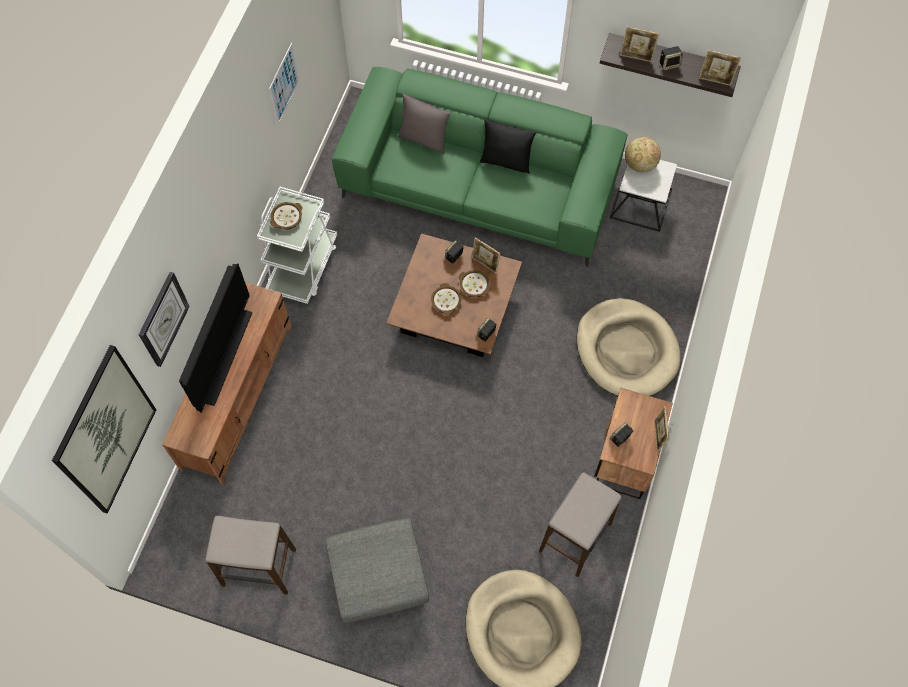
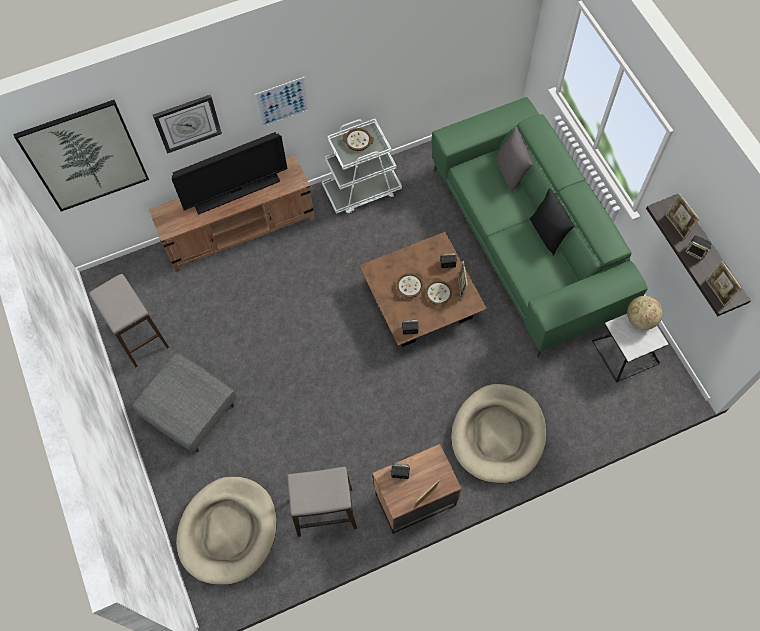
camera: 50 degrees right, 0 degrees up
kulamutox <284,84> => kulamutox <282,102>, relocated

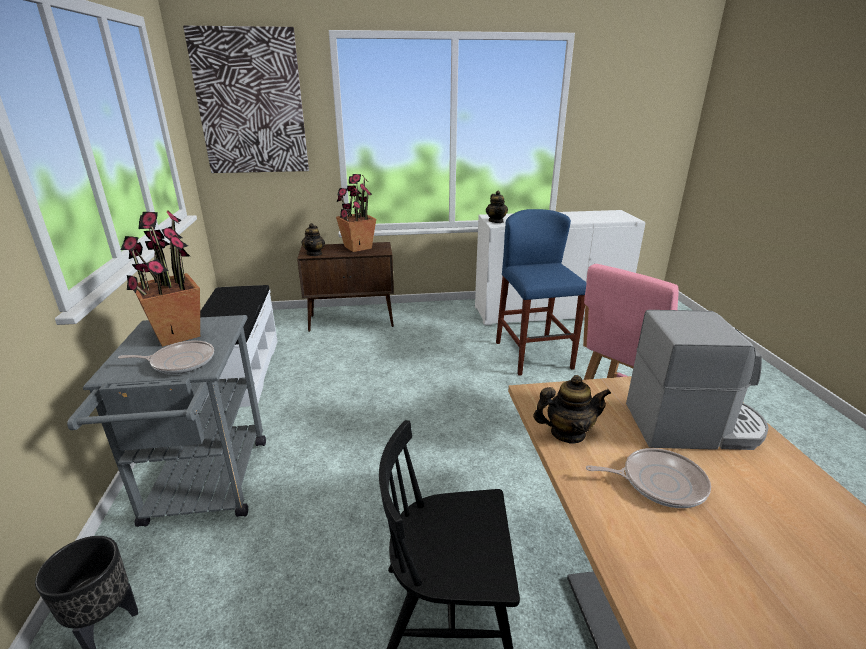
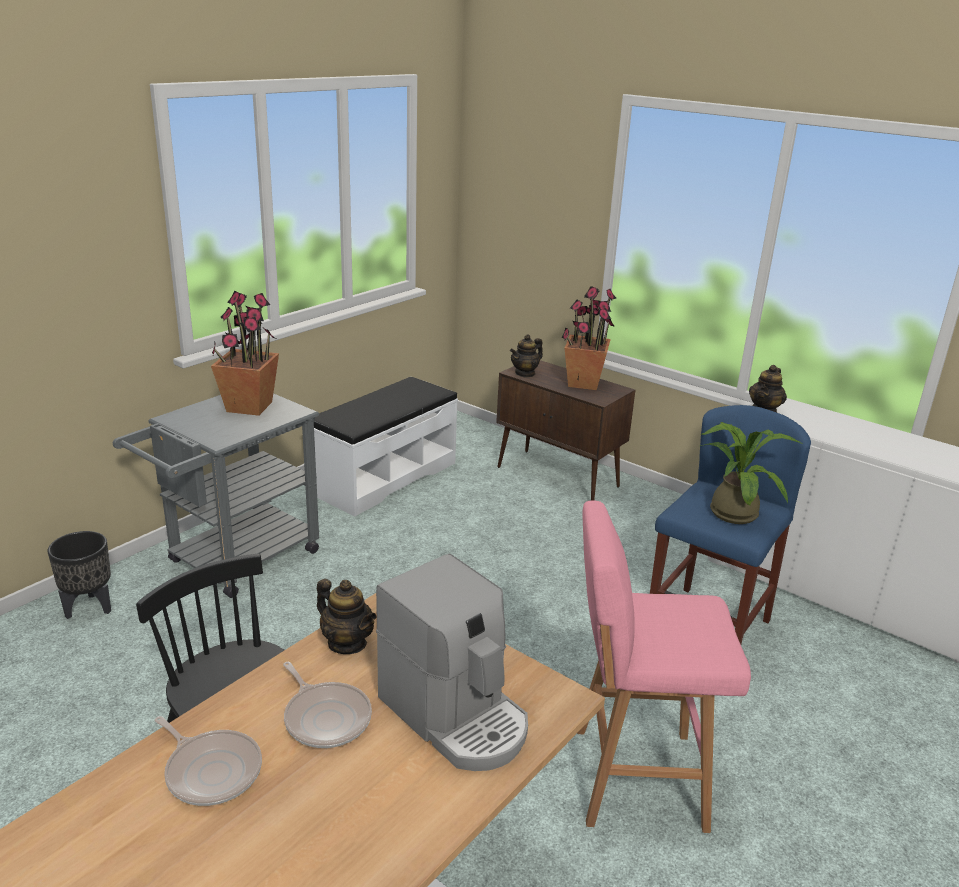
camera: 45 degrees right, 0 degrees up
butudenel <180,362> => butudenel <211,770>, relocated
nothing => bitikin <733,510>
kulamutox <251,103> => nothing

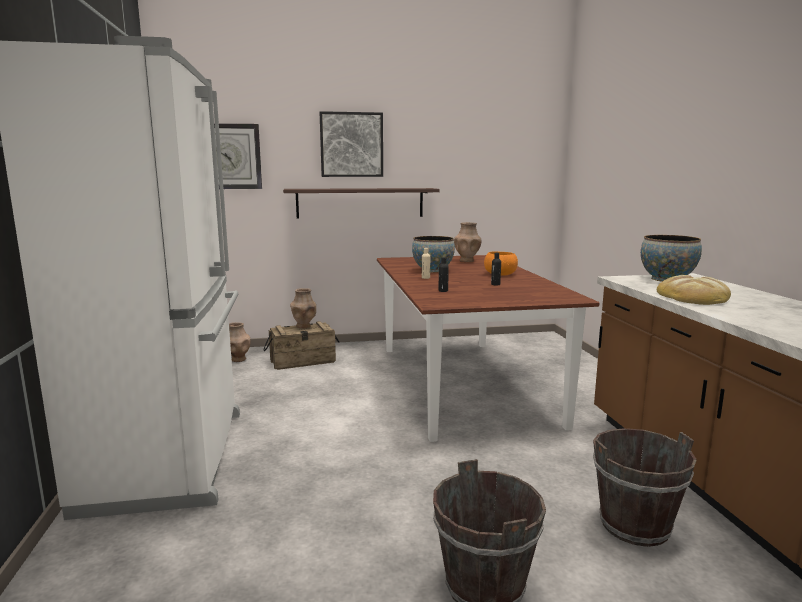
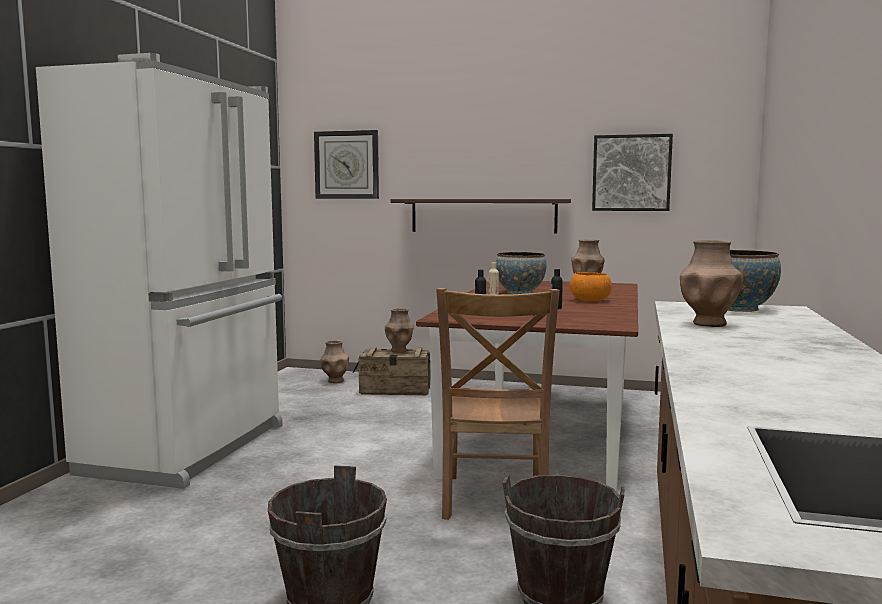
camera: 25 degrees right, 5 degrees down
nothing => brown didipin <493,500>
kulamutox <351,145> => kulamutox <631,173>, relocated
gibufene <693,297> => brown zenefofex <708,324>

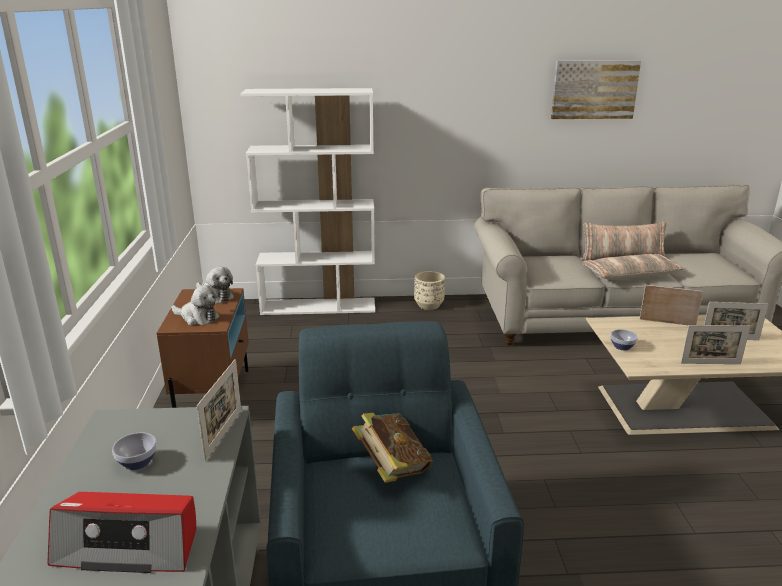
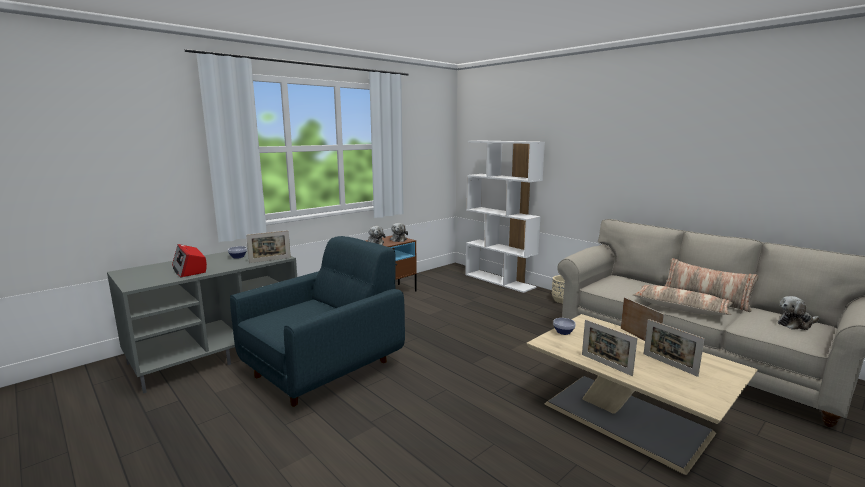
camera: 50 degrees right, 10 degrees down
nothing => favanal <796,324>
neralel <392,468> => nothing
kulamutox <594,89> => nothing

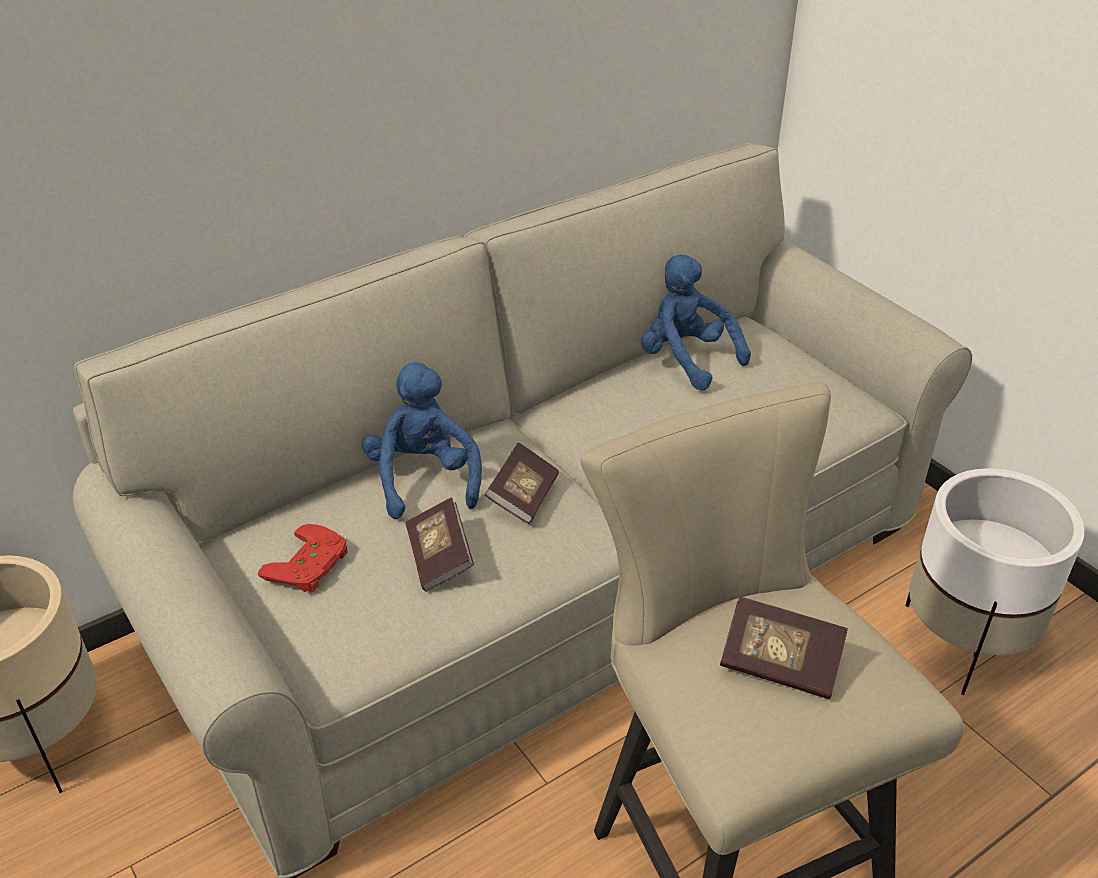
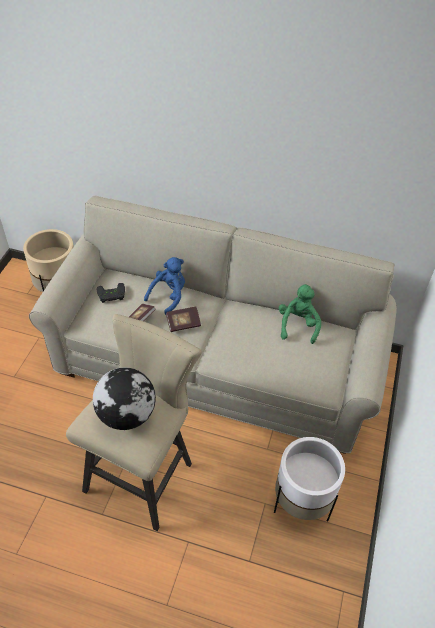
camera: 50 degrees right, 10 degrees up
neralel <779,664> => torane <127,414>
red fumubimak <311,566> => black fumubimak <111,295>
blue favanal <685,359> => green favanal <298,325>

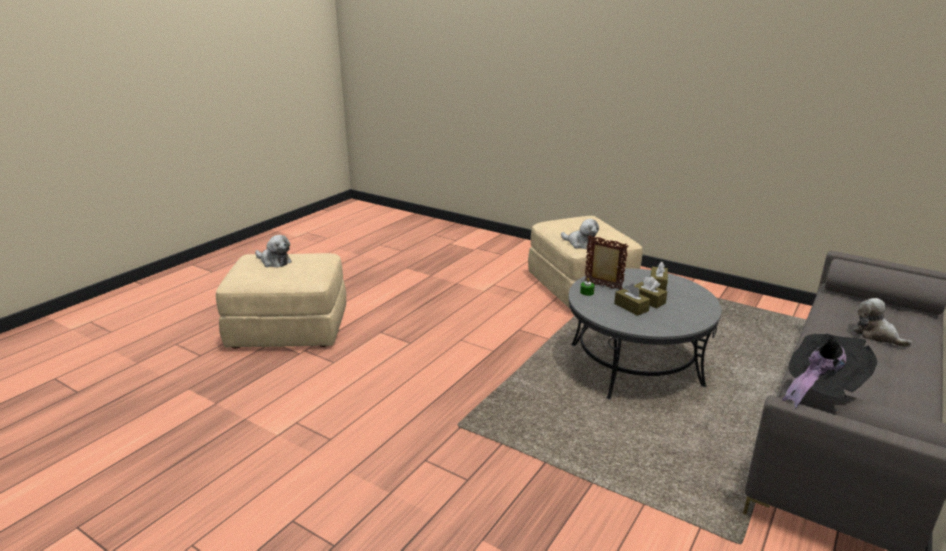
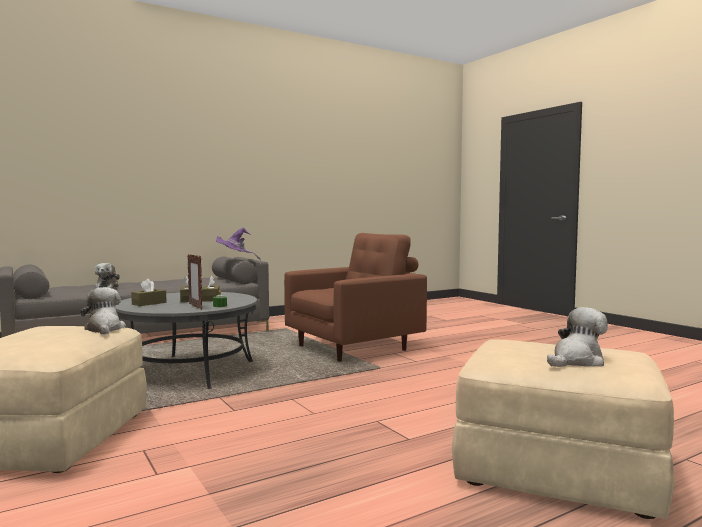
camera: 155 degrees left, 20 degrees down
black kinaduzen <820,388> => purple kinaduzen <236,261>
nothing => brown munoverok <355,348>
favanal <274,261> => favanal <576,361>, 90 degrees clockwise

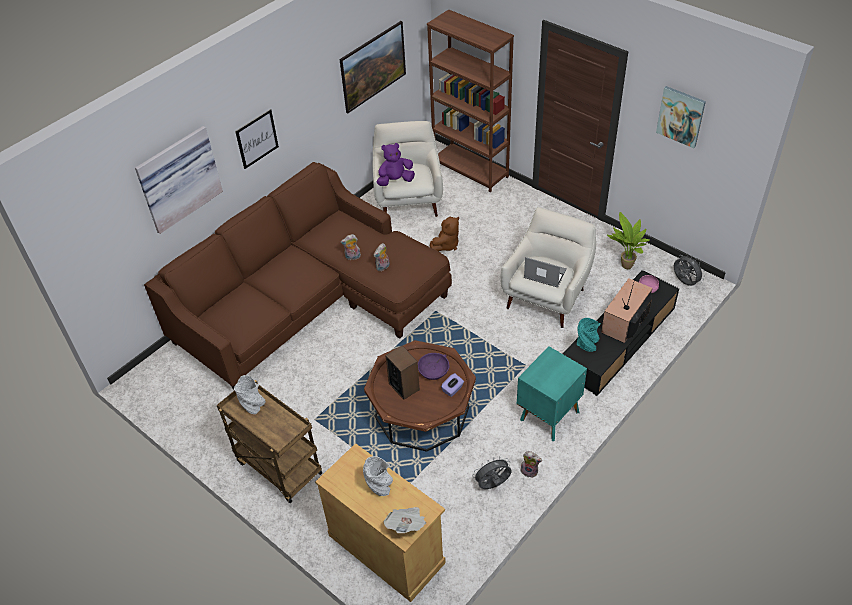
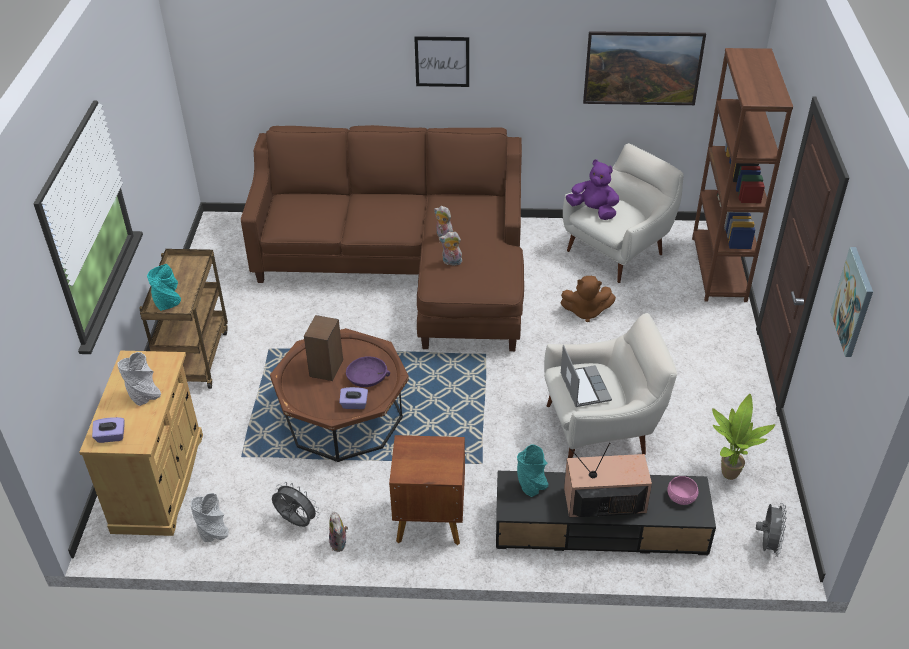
camera: 50 degrees right, 5 degrees down
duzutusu <406,525> => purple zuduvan <111,437>
nothing => turquoise zenefofex <168,303>
grey zenefofex <253,405> => grey zenefofex <213,531>, relocated
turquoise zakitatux <548,416> => brown zakitatux <428,520>
kulamutox <178,178> => nothing

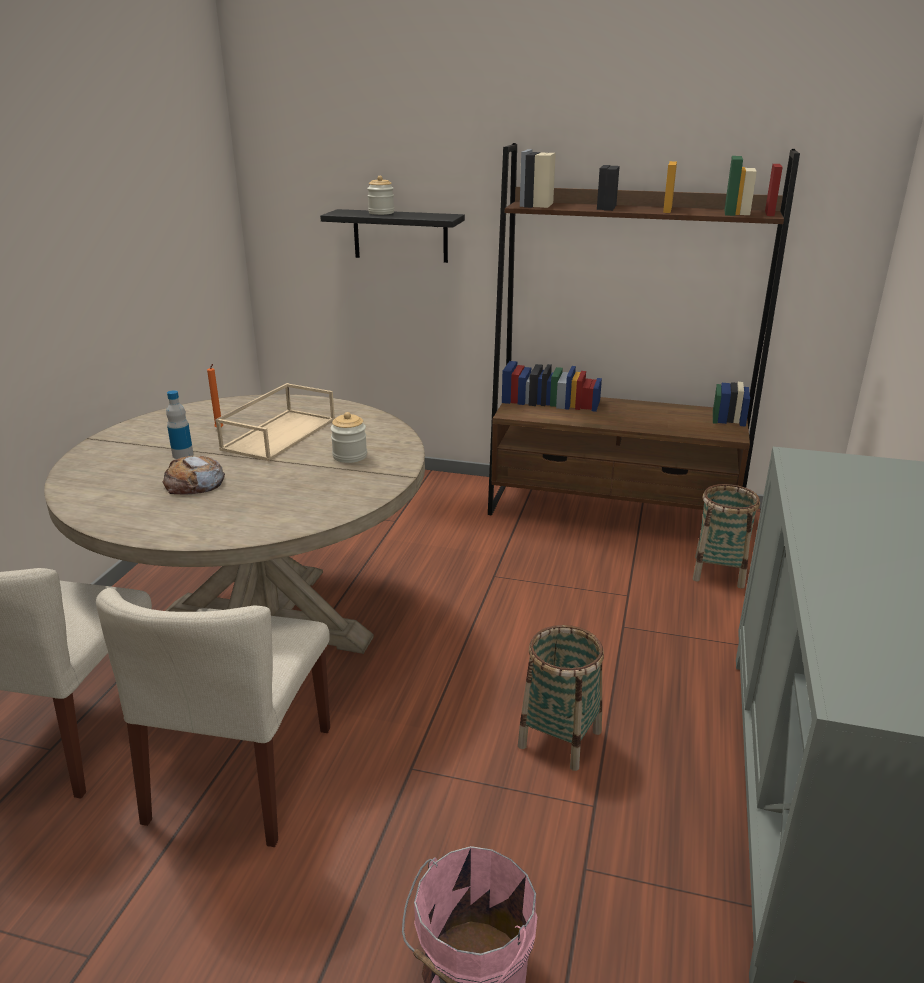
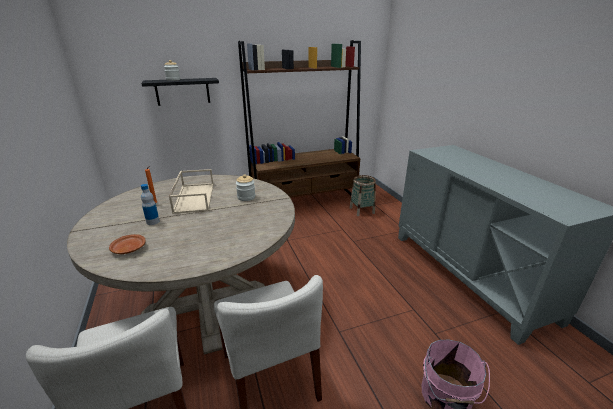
camera: 35 degrees left, 0 degrees up
nothing => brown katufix <128,249>
gibufene <195,483> => nothing
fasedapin <560,738> => nothing

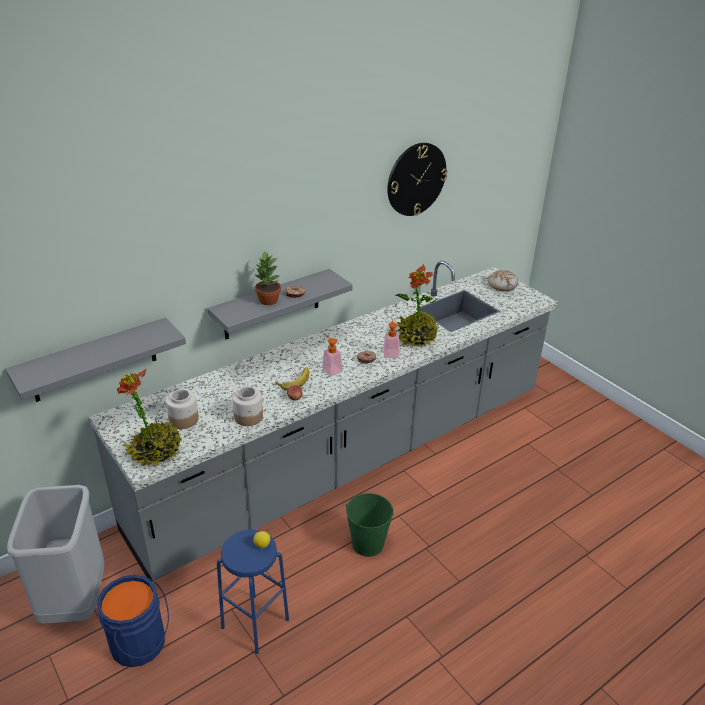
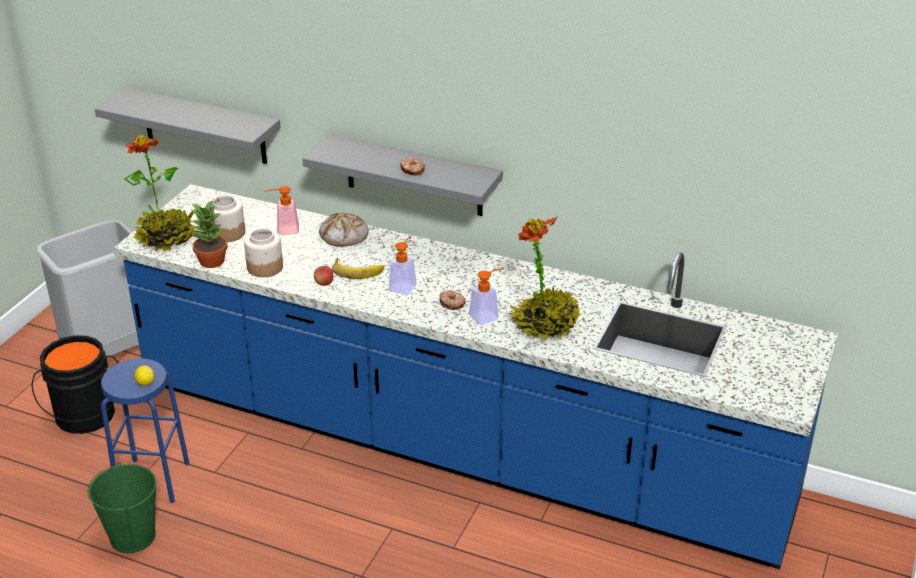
camera: 60 degrees right, 0 degrees up
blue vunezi <141,644> => black vunezi <85,417>
green vunezi <367,543> => green vunezi <133,536>, relocated
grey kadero <349,459> => blue kadero <458,446>
bitikin <268,300> => bitikin <211,261>, relocated
nothing => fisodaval <283,230>
gibufene <502,285> => gibufene <344,236>, relocated
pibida <416,179> => nothing

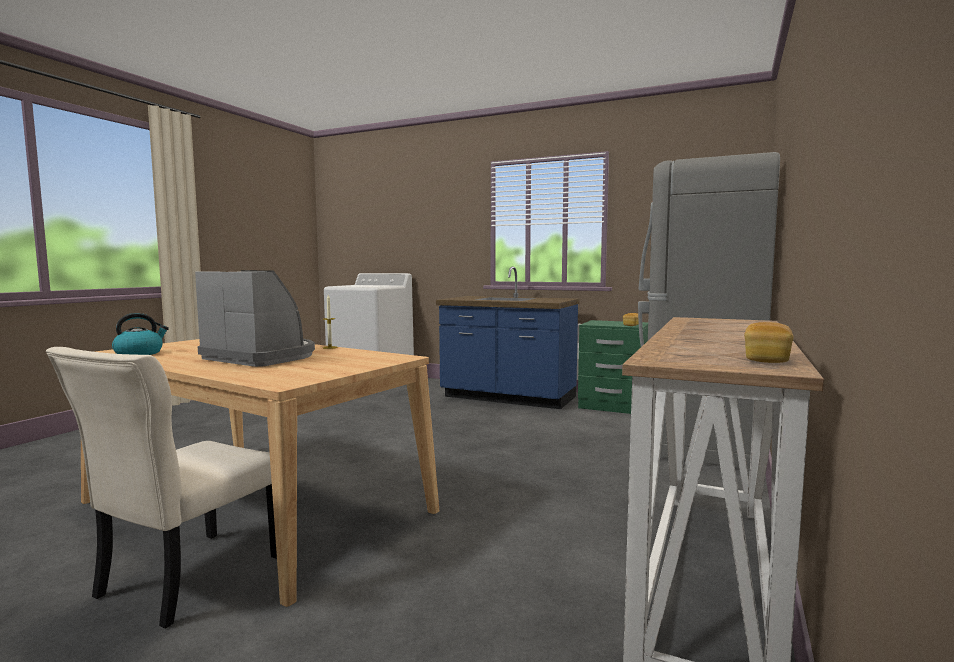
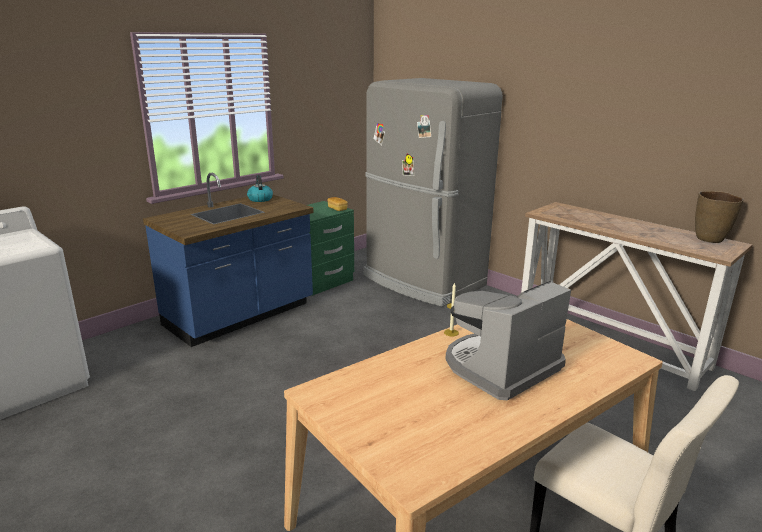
camera: 70 degrees left, 15 degrees up
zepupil <139,353> => zepupil <260,199>, relocated
gibufene <766,359> => brown zenefofex <710,239>

